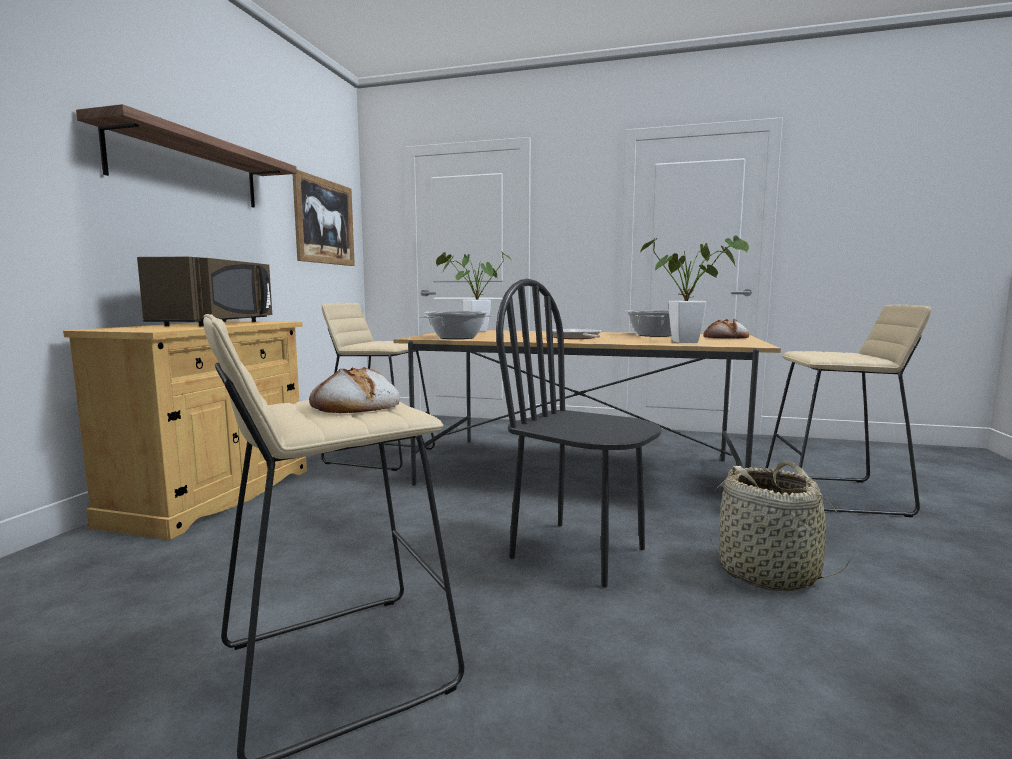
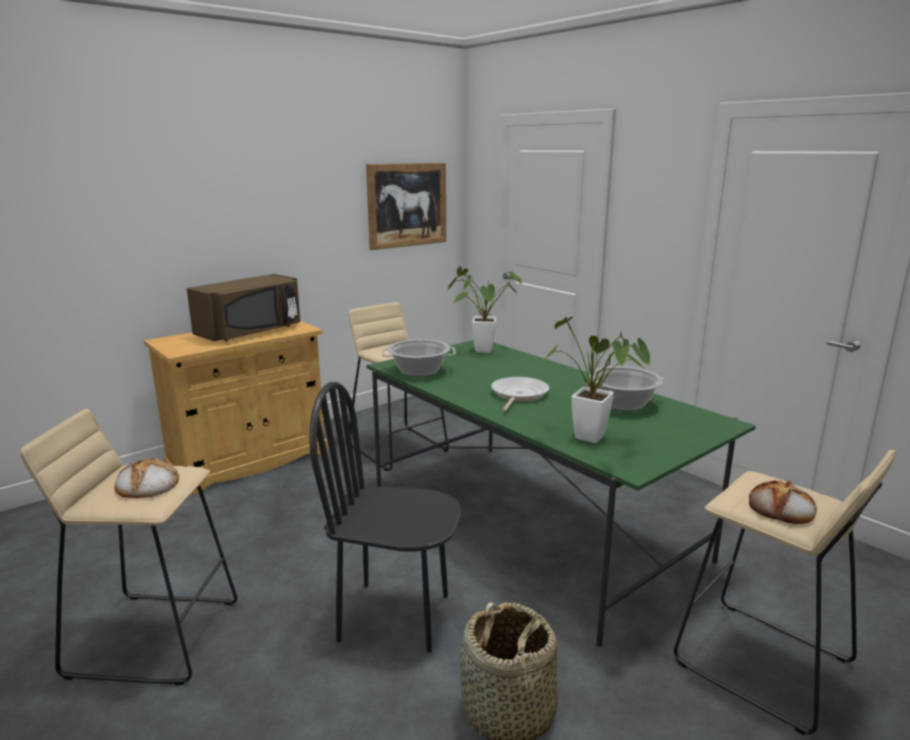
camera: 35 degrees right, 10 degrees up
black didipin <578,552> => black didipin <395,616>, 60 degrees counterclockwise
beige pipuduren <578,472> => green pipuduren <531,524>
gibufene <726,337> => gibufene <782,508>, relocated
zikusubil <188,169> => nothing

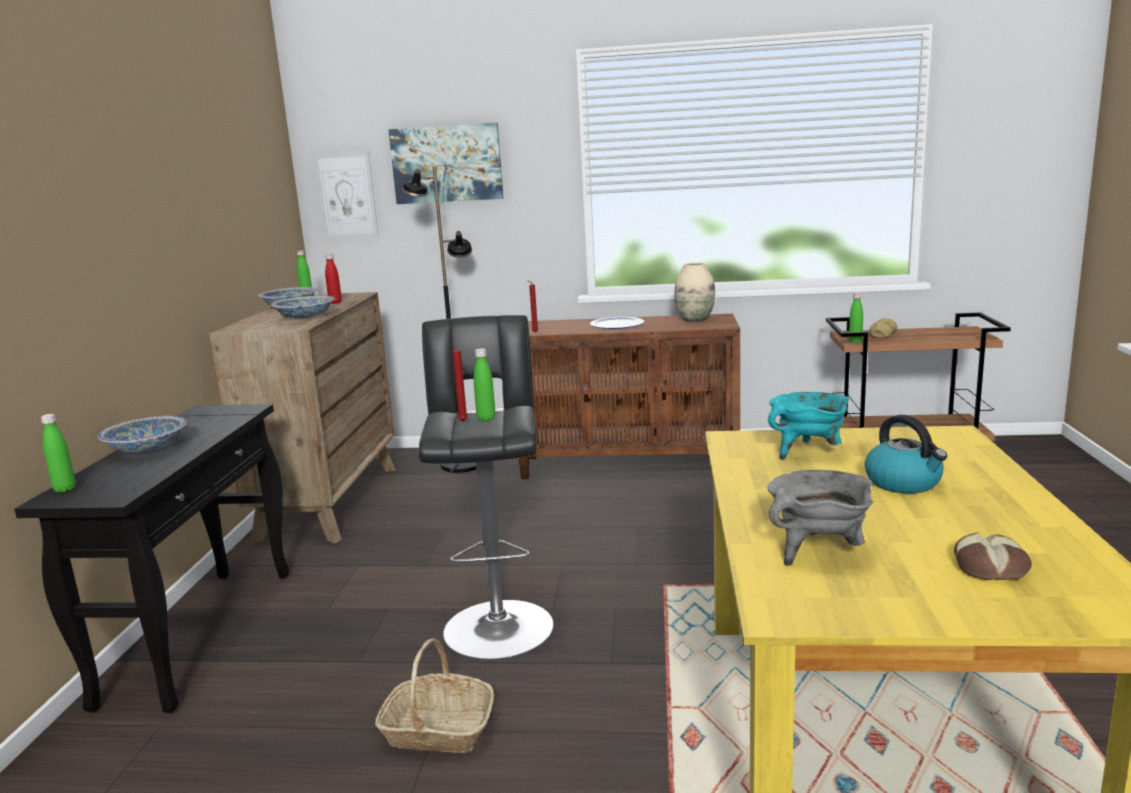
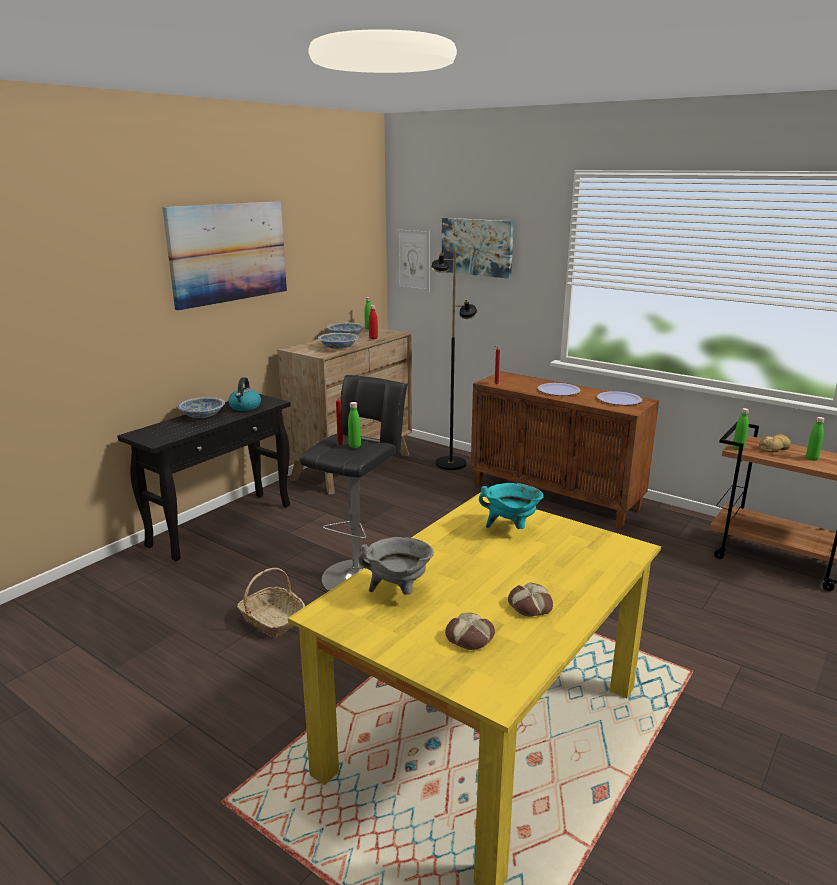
camera: 30 degrees right, 5 degrees up
nothing => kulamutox <228,253>
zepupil <904,483> => zepupil <245,407>, relocated
nothing => gibufene <529,605>
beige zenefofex <695,320> => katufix <619,400>
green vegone <65,489> => green vegone <811,459>, relocated

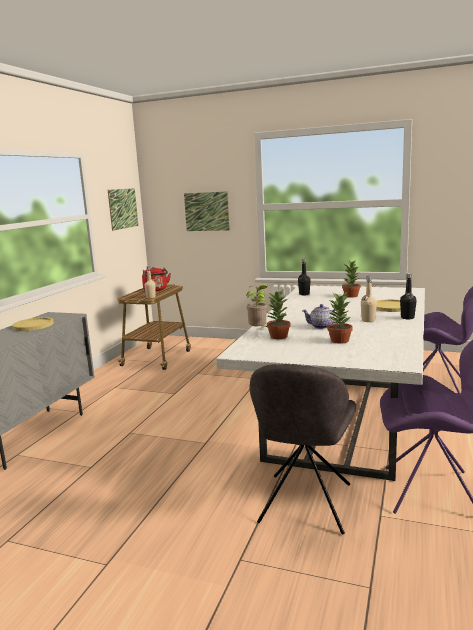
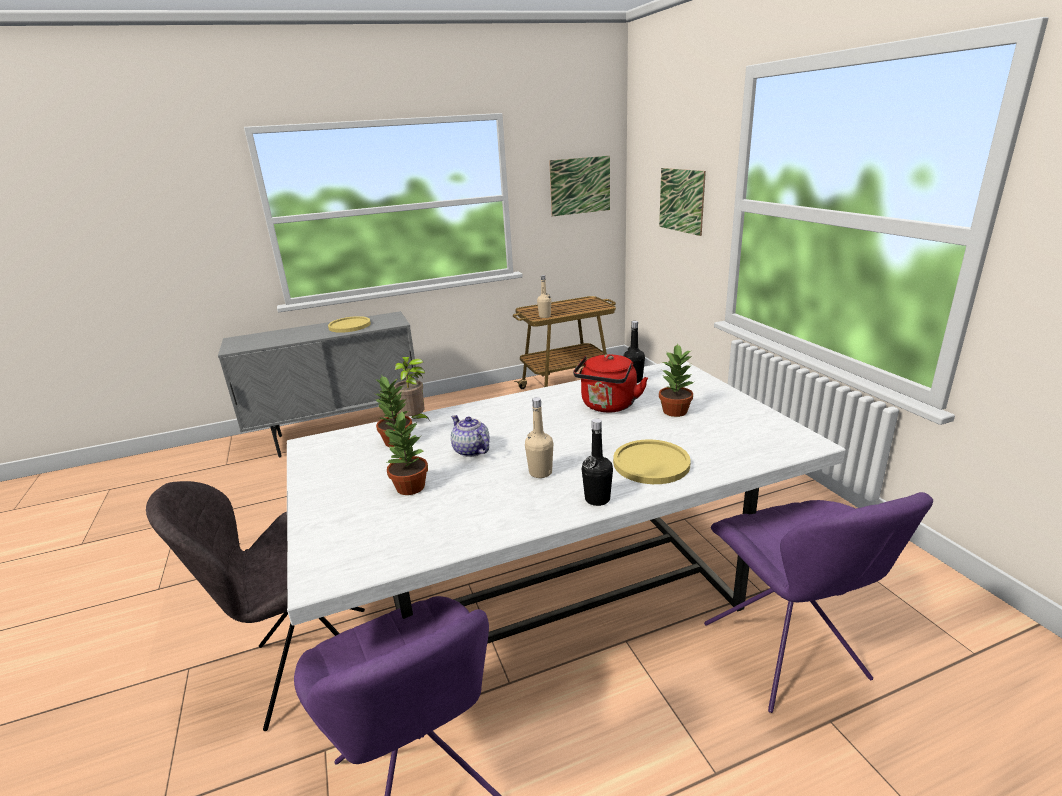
camera: 50 degrees right, 10 degrees up
red zepupil <156,290> => red zepupil <608,406>, relocated

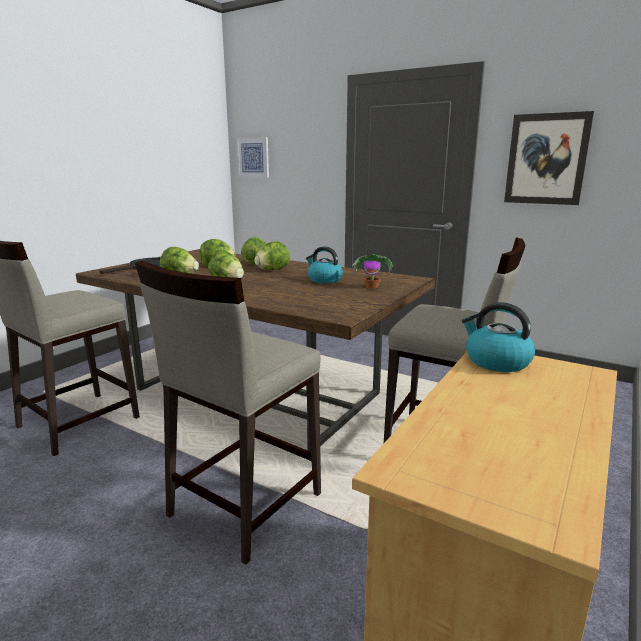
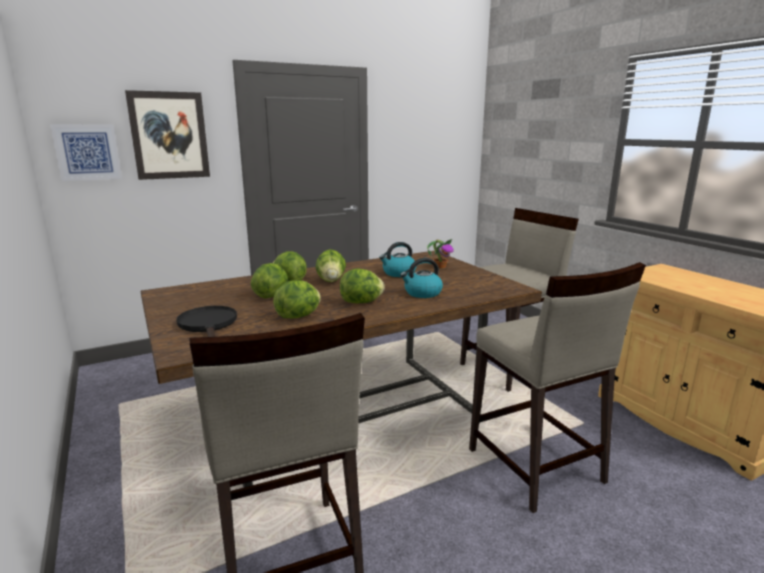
camera: 60 degrees left, 0 degrees up
kulamutox <546,159> => kulamutox <169,135>, relocated
zepupil <496,361> => zepupil <422,293>, relocated

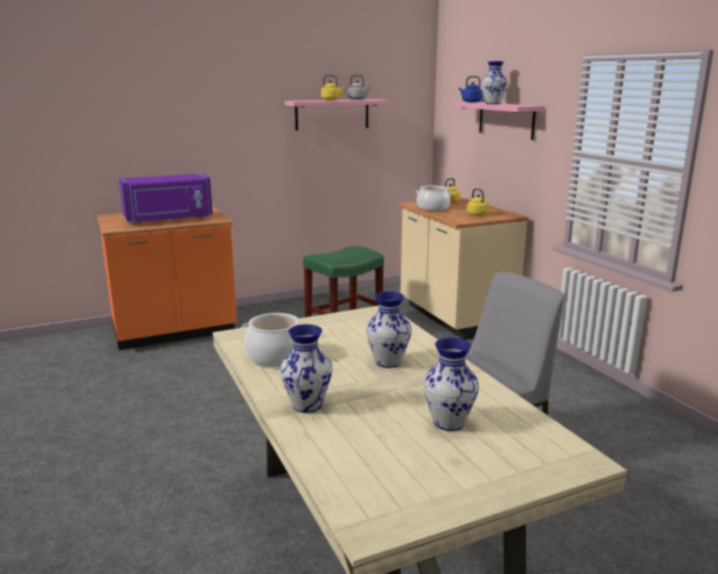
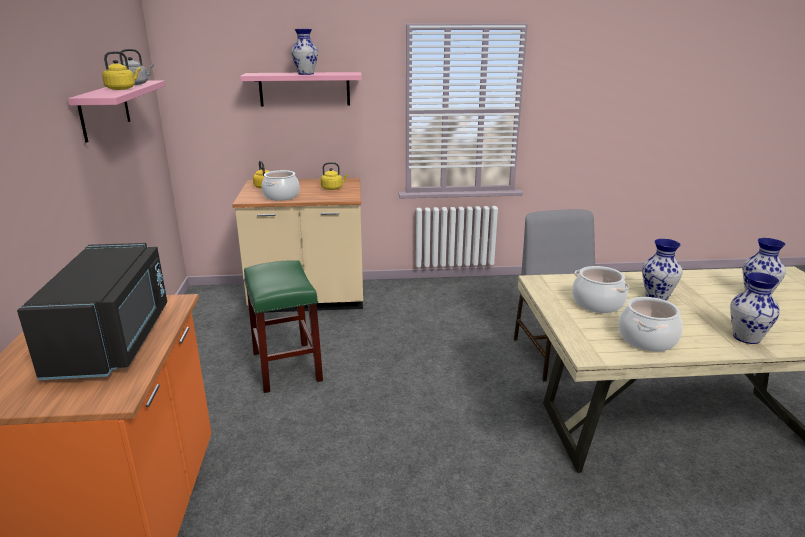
camera: 70 degrees left, 5 degrees up
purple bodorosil <169,219> => black bodorosil <114,340>
nothing => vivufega <597,303>
blue zepupil <470,102> => nothing

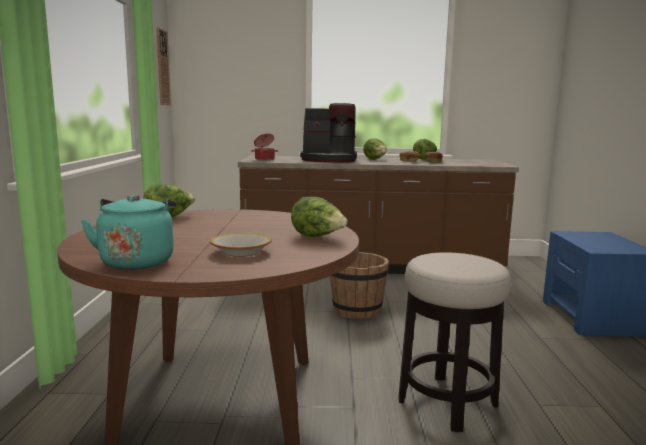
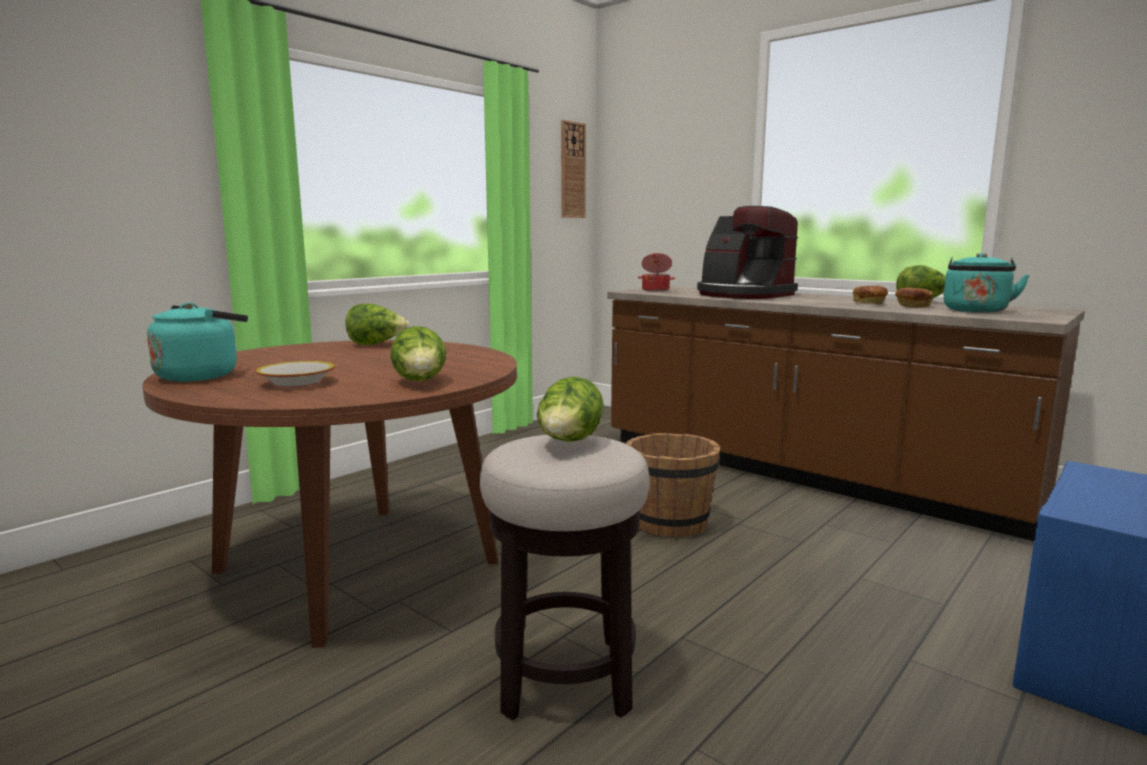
camera: 40 degrees right, 0 degrees up
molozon <375,159> => molozon <569,443>, relocated
nothing => turquoise zepupil <976,311>

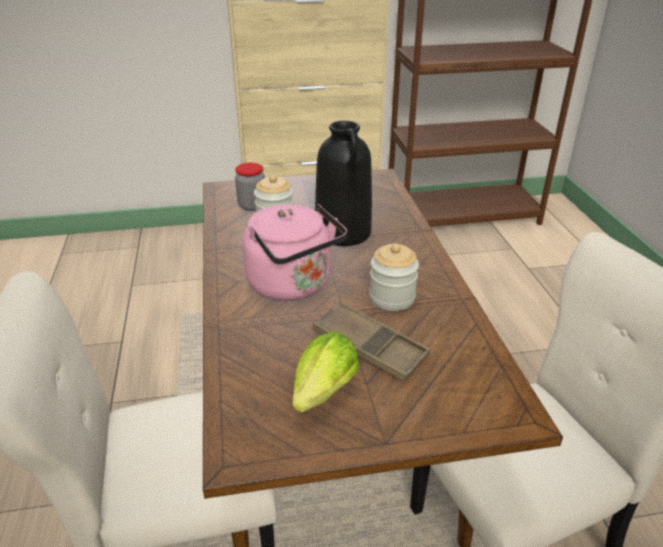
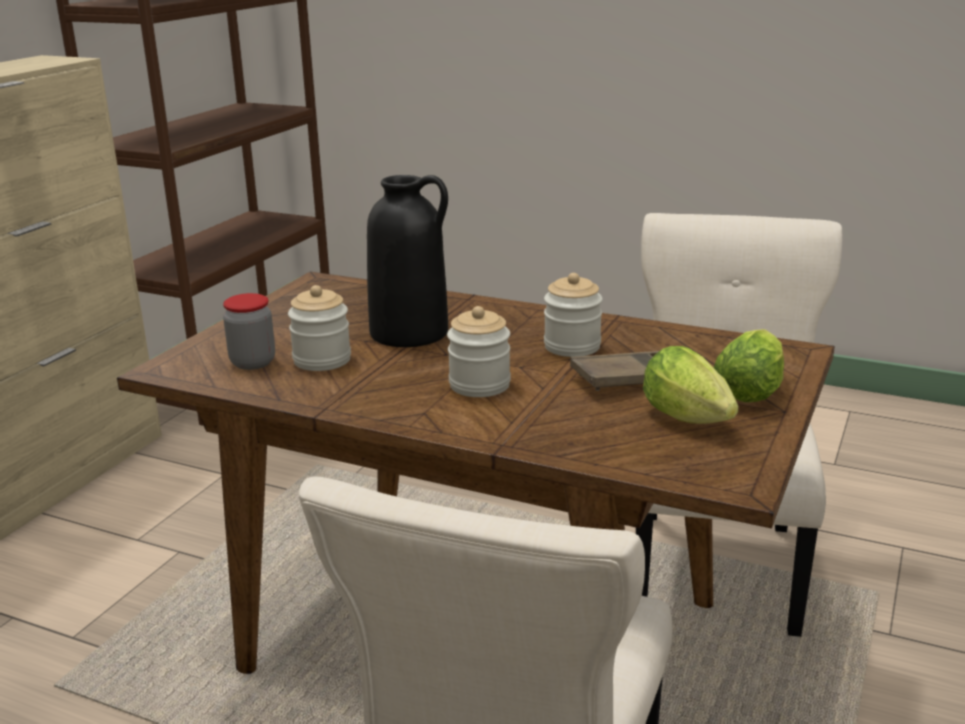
camera: 55 degrees left, 10 degrees down
pink zepupil <293,285> => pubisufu <479,385>
nothing => molozon <751,390>

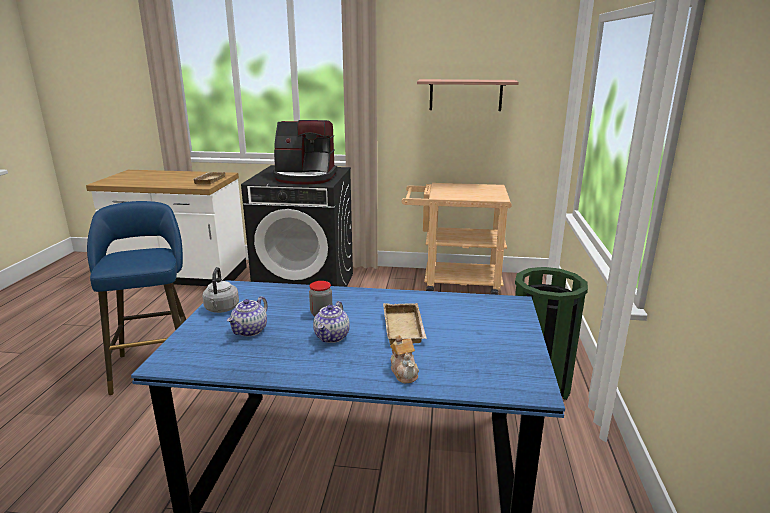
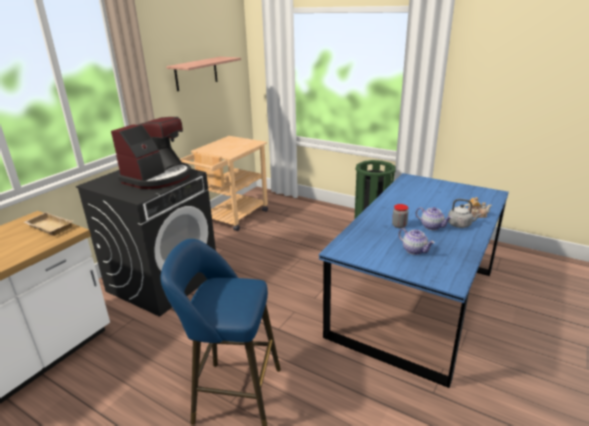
camera: 65 degrees left, 5 degrees up
grey zepupil <221,309> => grey zepupil <460,225>, relocated
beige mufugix <405,328> => nothing

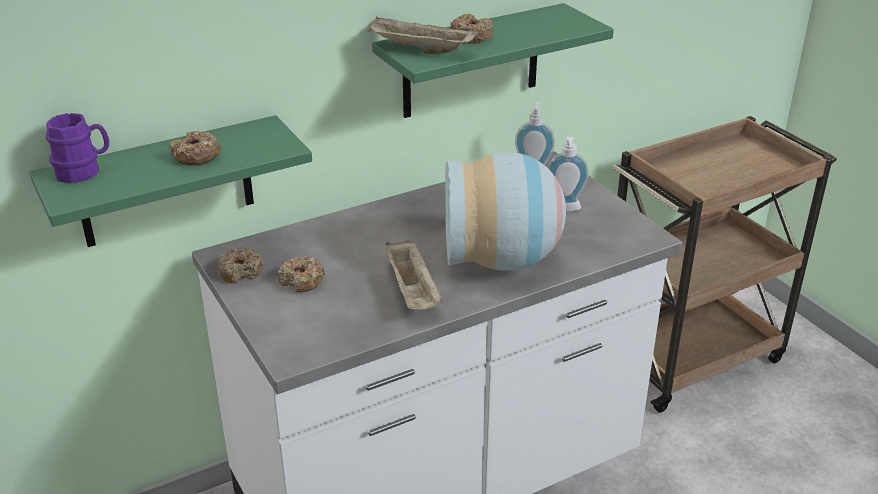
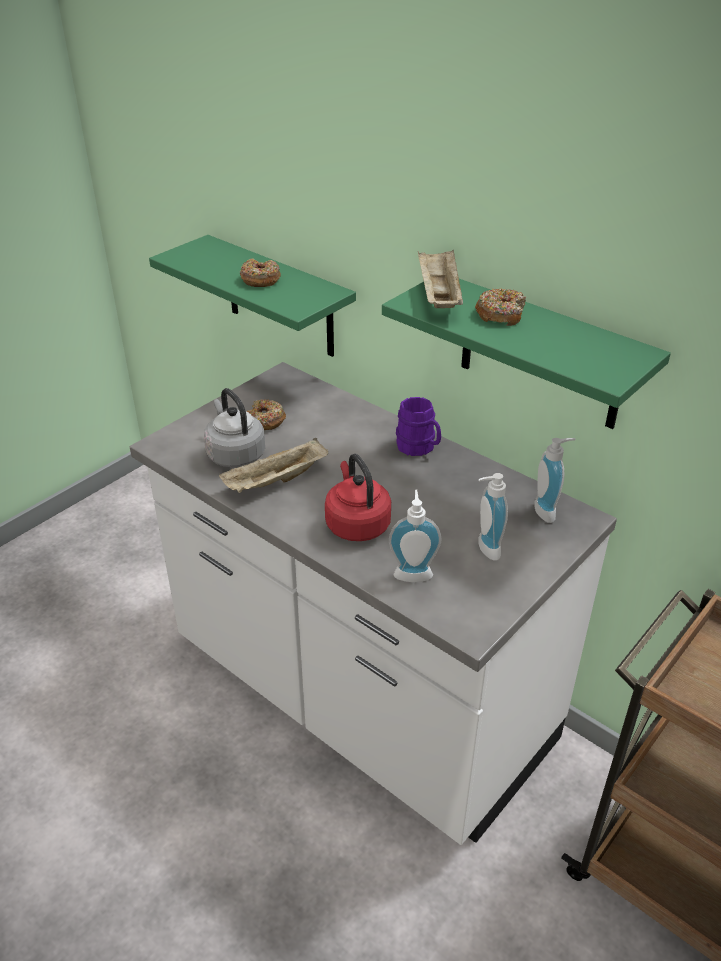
camera: 70 degrees right, 5 degrees up
nothing => grey zepupil <234,454>
zenefofex <502,260> => red zepupil <356,524>
nothing => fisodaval <413,572>
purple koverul <84,171> => purple koverul <419,448>, relocated
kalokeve <240,271> => nothing

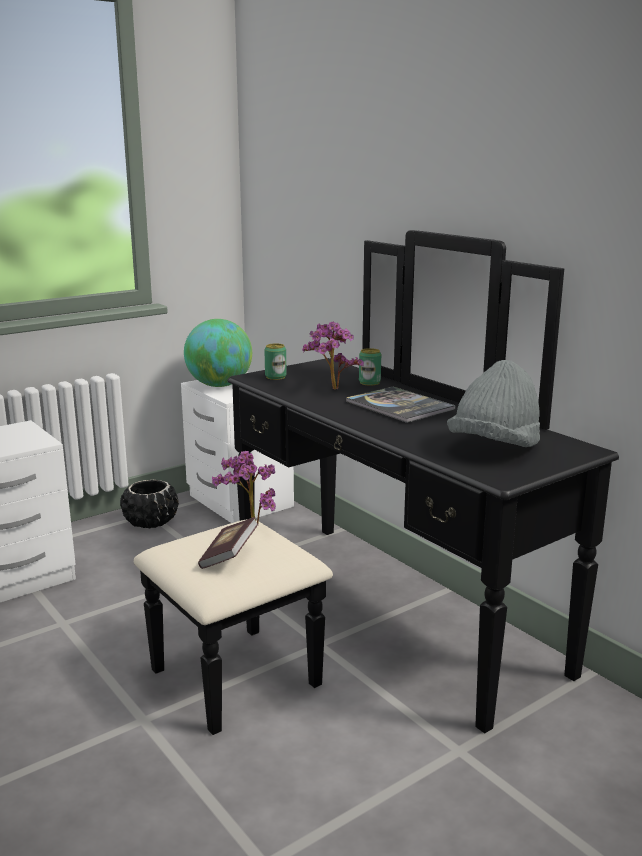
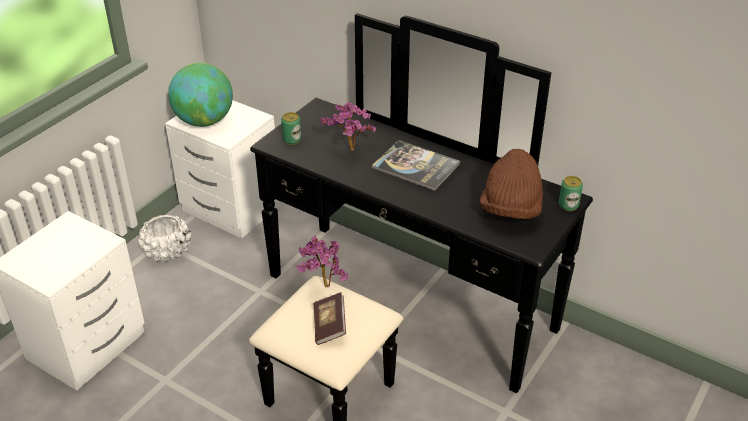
camera: 20 degrees left, 20 degrees up
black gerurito <151,522> => white gerurito <168,251>
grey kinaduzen <494,447> => brown kinaduzen <510,210>
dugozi <369,382> => dugozi <568,205>, relocated

